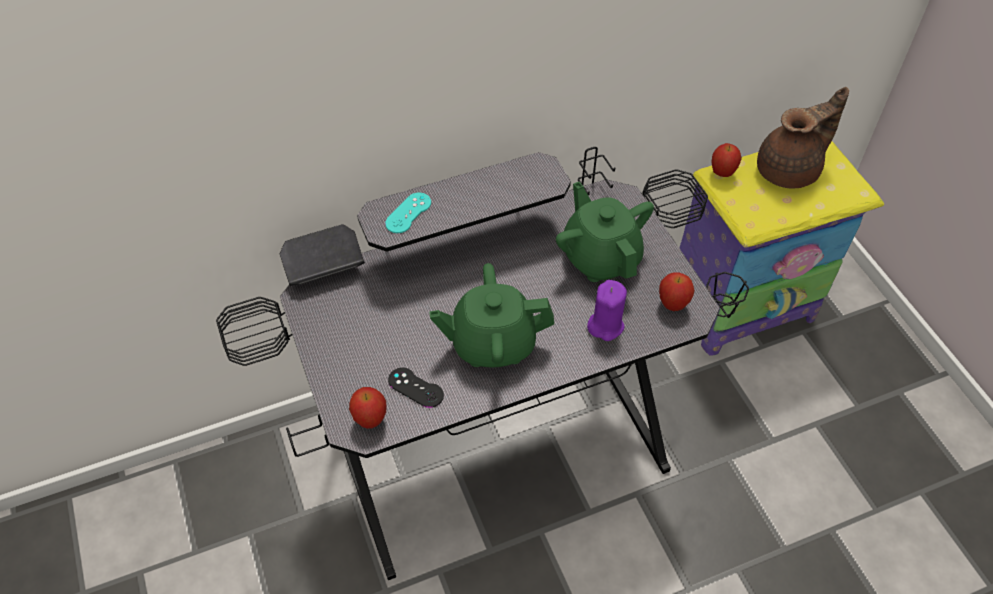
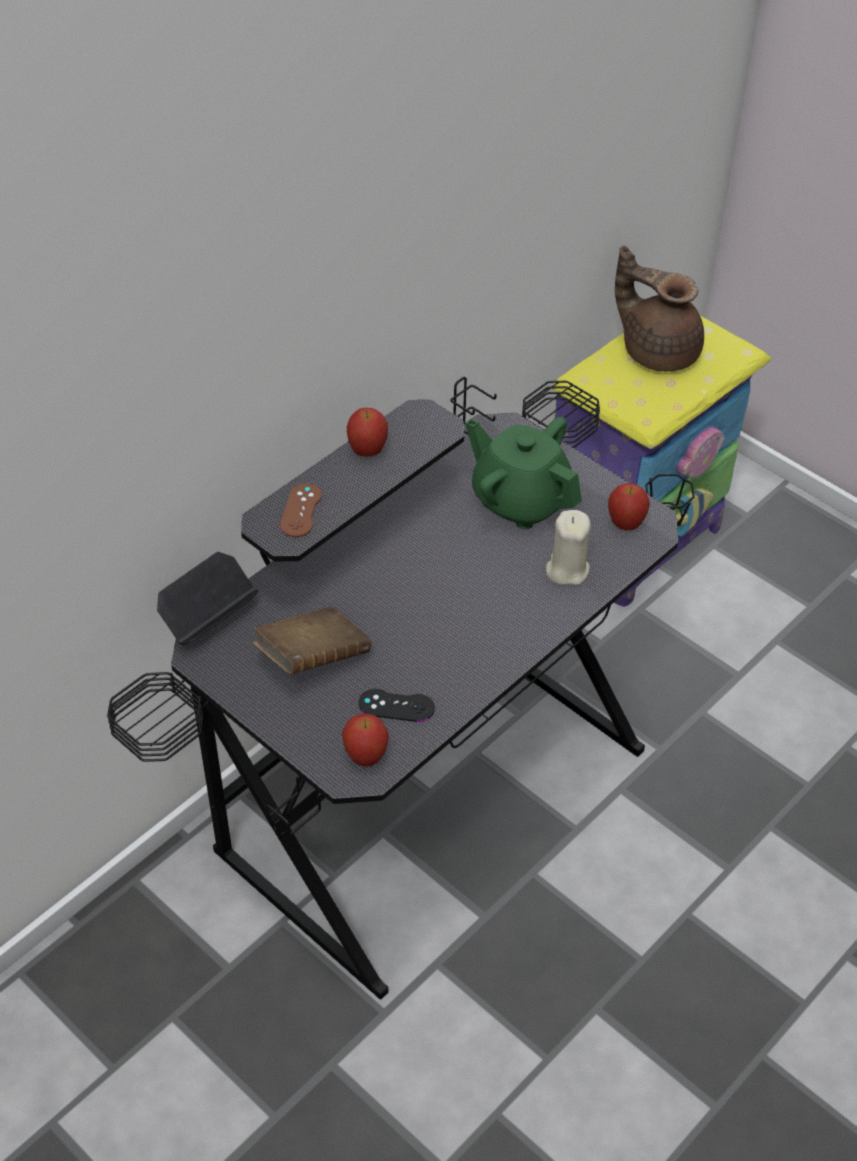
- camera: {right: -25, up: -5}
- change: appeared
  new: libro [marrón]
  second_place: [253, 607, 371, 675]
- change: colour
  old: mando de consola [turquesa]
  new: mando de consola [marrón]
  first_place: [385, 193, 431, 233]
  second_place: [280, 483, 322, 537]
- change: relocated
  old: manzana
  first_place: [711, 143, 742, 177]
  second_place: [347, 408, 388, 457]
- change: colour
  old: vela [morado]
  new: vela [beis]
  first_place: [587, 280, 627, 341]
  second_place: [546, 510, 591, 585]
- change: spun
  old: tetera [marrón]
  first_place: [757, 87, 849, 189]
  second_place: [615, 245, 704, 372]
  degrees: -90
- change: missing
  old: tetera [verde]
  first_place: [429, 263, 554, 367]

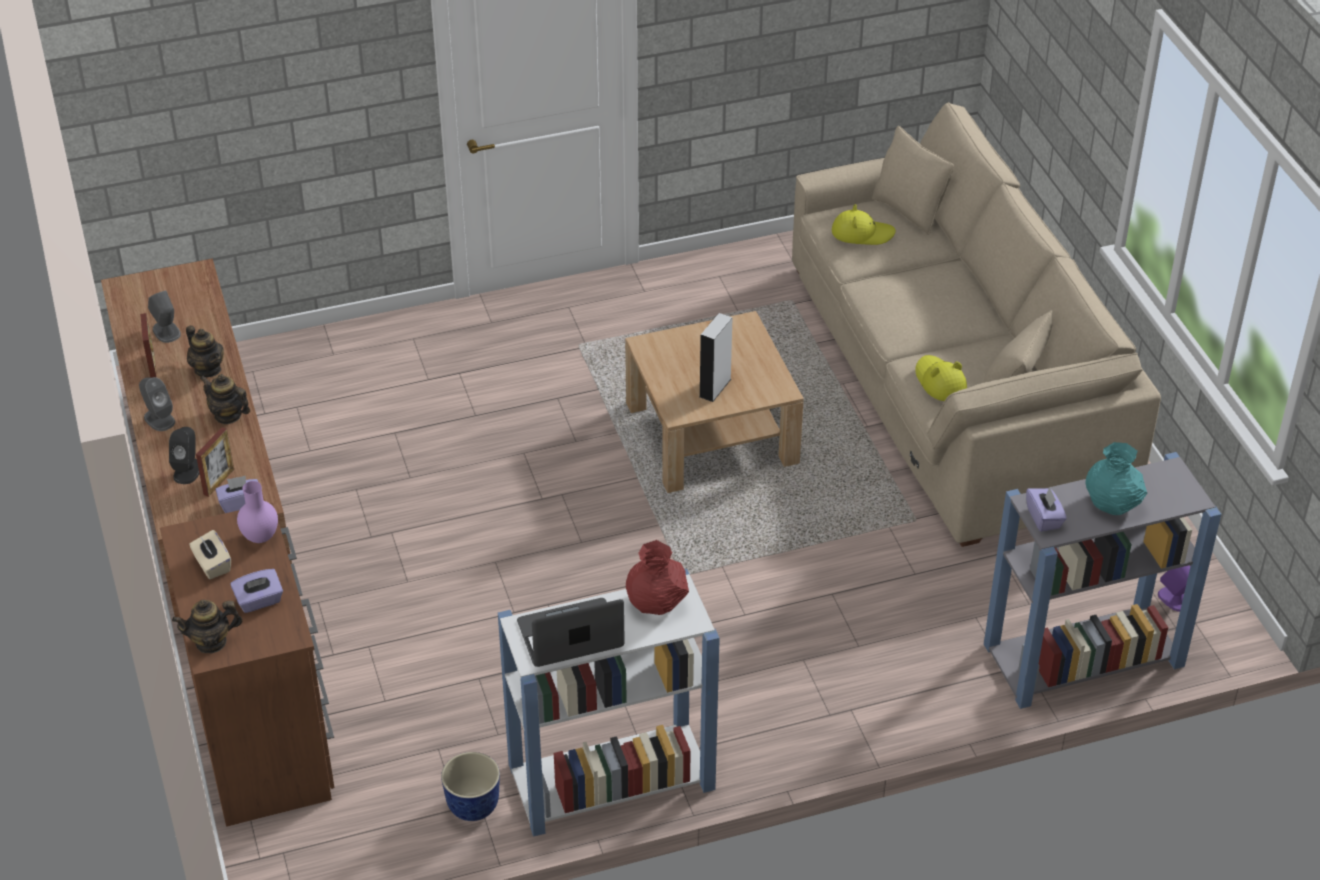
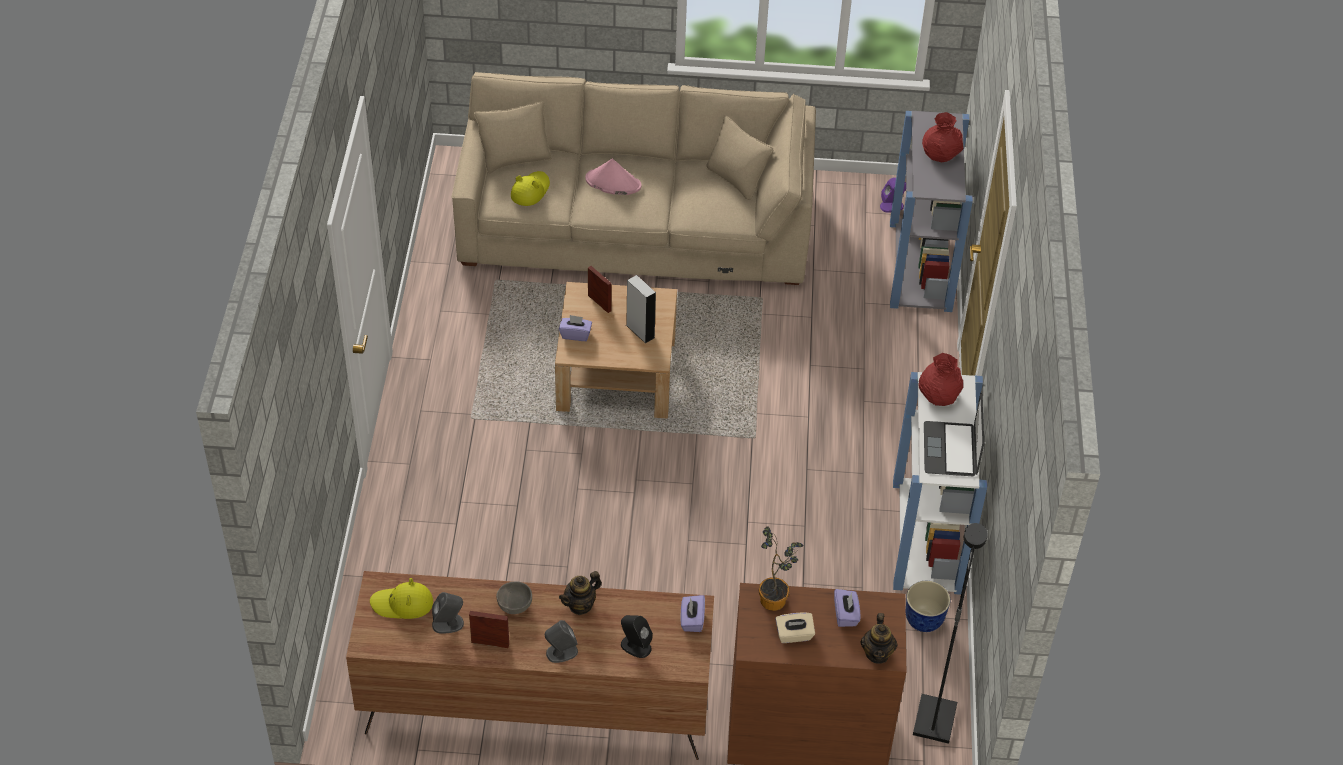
- camera: {right: -70, up: 5}
- change: relocated
  old: sombrero [amarillo]
  first_place: [915, 355, 967, 401]
  second_place: [370, 578, 433, 619]
- change: exchanged
  old: tetera
  new: cuenco [gris]
  first_place: [186, 325, 224, 377]
  second_place: [496, 582, 532, 614]
- change: relocated
  old: caja de pañuelos [morado]
  first_place: [1026, 488, 1067, 532]
  second_place: [559, 315, 592, 341]
- change: appeared
  new: sombrero [rosa]
  second_place: [585, 159, 642, 195]
- change: relocated
  old: portarretratos
  first_place: [196, 427, 234, 497]
  second_place: [588, 266, 612, 313]
- change: exchanged
  old: florero [morado]
  new: planta en maceta
  first_place: [237, 481, 278, 543]
  second_place: [759, 526, 804, 611]
- change: appeared
  new: lámpara de pie [negro]
  second_place: [913, 523, 988, 743]
- change: colour
  old: florero [turquesa]
  new: florero [rojo]
  first_place: [1086, 442, 1147, 515]
  second_place: [922, 112, 963, 162]

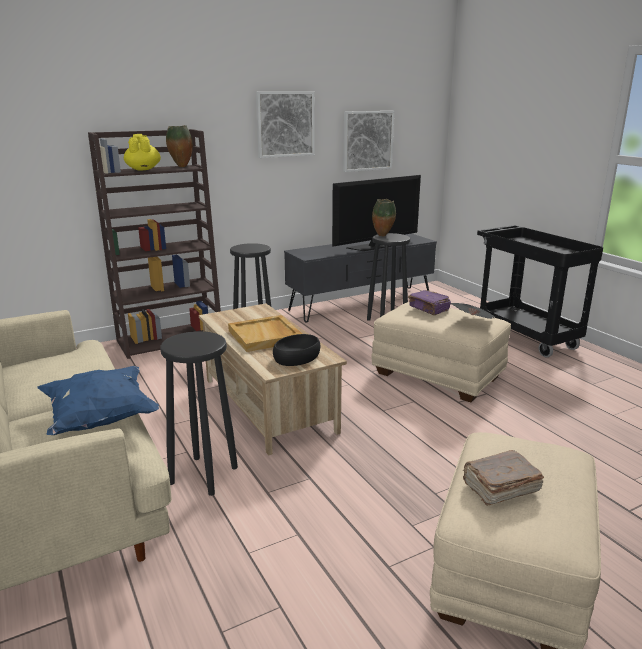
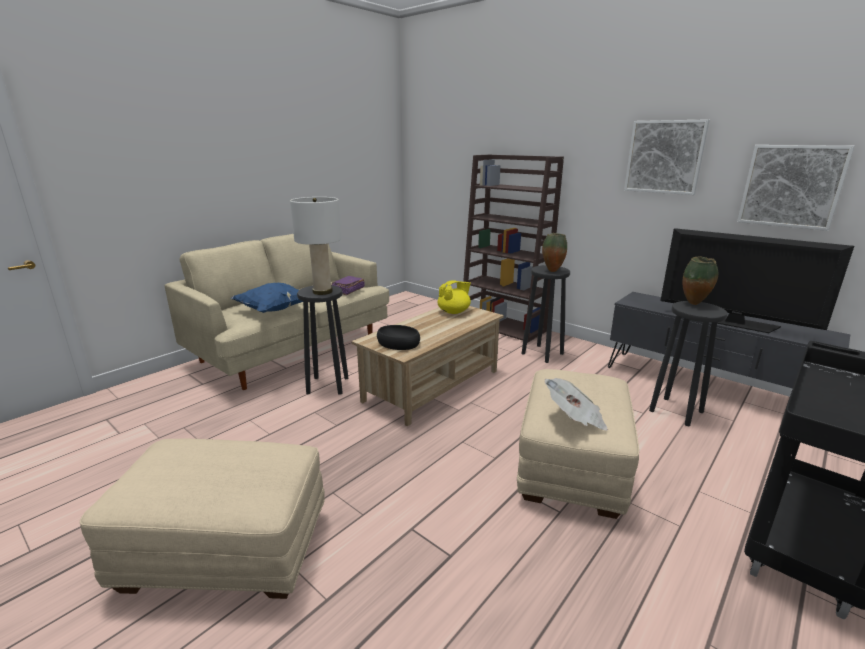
- camera: {right: 70, up: 0}
- change: appeared
  new: lámpara de mesa [blanco]
  second_place: [290, 197, 341, 295]
- change: relocated
  old: libro [morado]
  first_place: [408, 290, 451, 315]
  second_place: [331, 276, 365, 295]
- change: relocated
  old: tetera [amarillo]
  first_place: [124, 134, 161, 171]
  second_place: [438, 280, 471, 314]
- change: relocated
  old: florero
  first_place: [166, 125, 193, 167]
  second_place: [542, 233, 567, 272]
- change: missing
  old: bandeja [beis]
  first_place: [228, 315, 302, 352]
- change: missing
  old: libro [marrón]
  first_place: [463, 450, 544, 506]

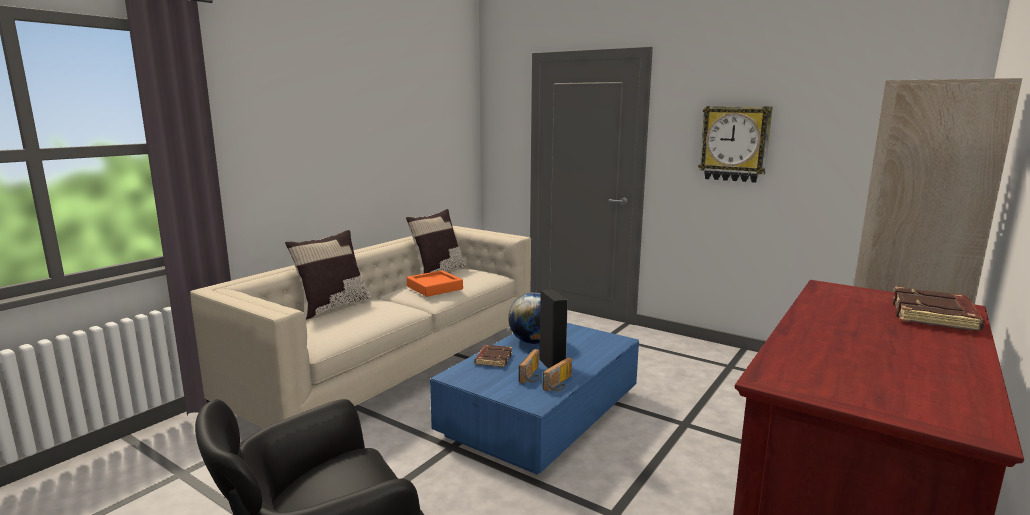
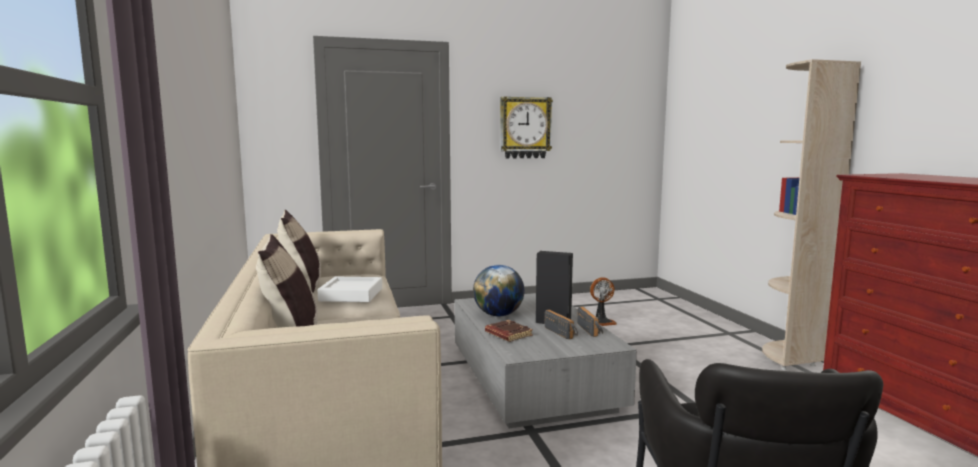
- camera: {right: -50, up: -5}
- change: colour
  old: bandeja [naranja]
  new: bandeja [blanco]
  first_place: [406, 270, 463, 297]
  second_place: [318, 276, 382, 302]
- change: colour
  old: mesa de centro [azul]
  new: mesa de centro [gris]
  first_place: [430, 323, 639, 475]
  second_place: [455, 293, 637, 428]
- change: appeared
  new: ventilador
  second_place: [590, 277, 617, 326]
- change: missing
  old: libro [marrón]
  first_place: [893, 286, 985, 331]

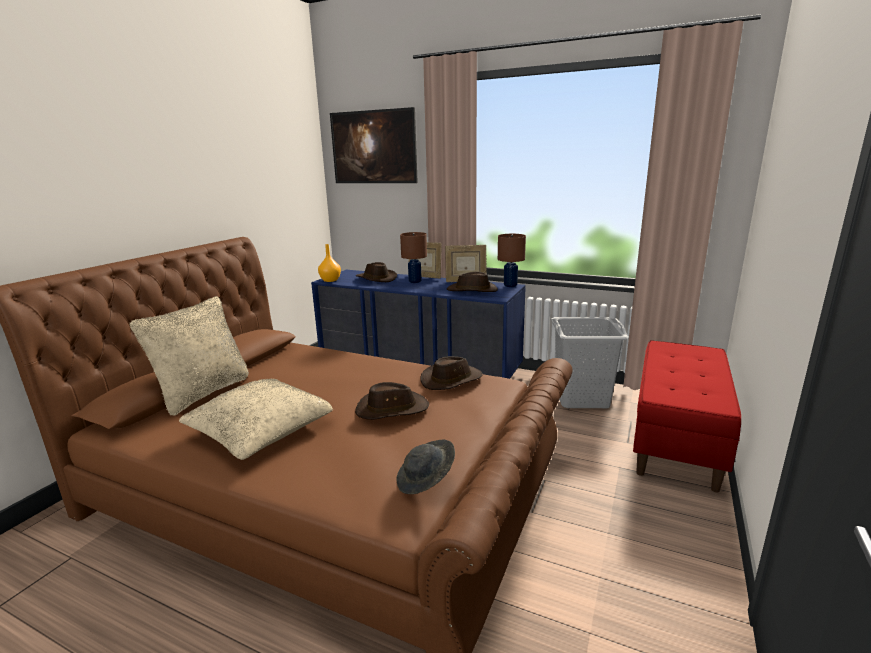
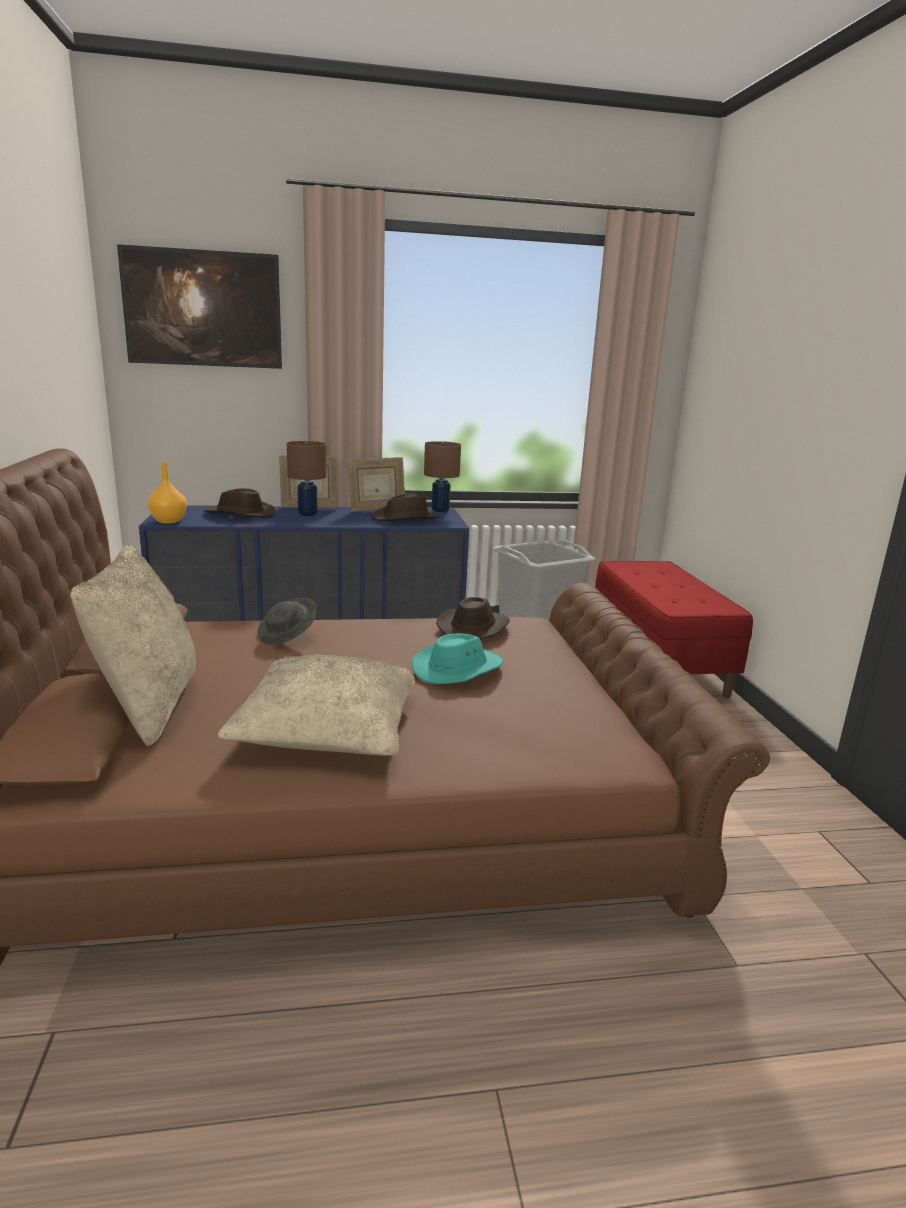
- camera: {right: -35, up: 0}
- change: relocated
  old: sombrero [gris]
  first_place: [396, 440, 455, 494]
  second_place: [257, 598, 316, 645]
- change: colour
  old: sombrero [marrón]
  new: sombrero [turquesa]
  first_place: [355, 382, 429, 420]
  second_place: [412, 633, 503, 684]

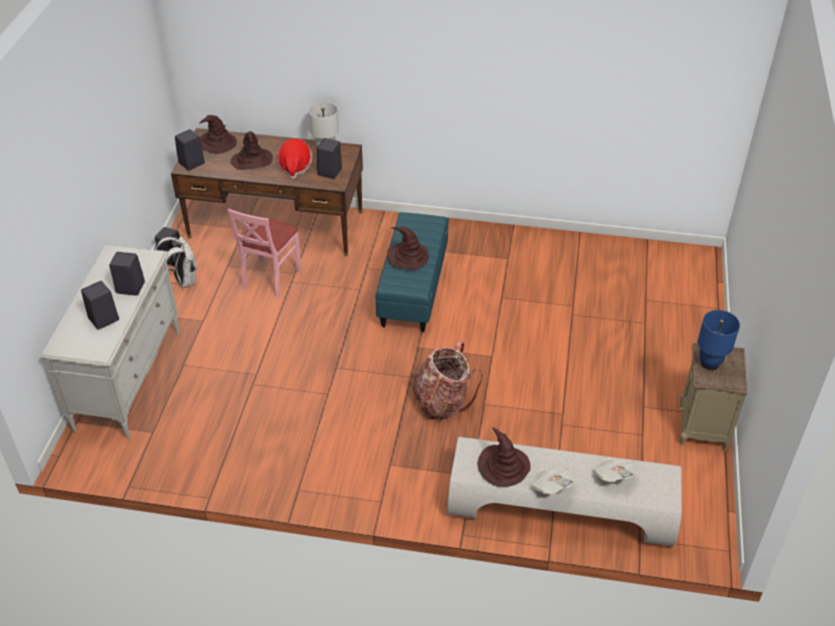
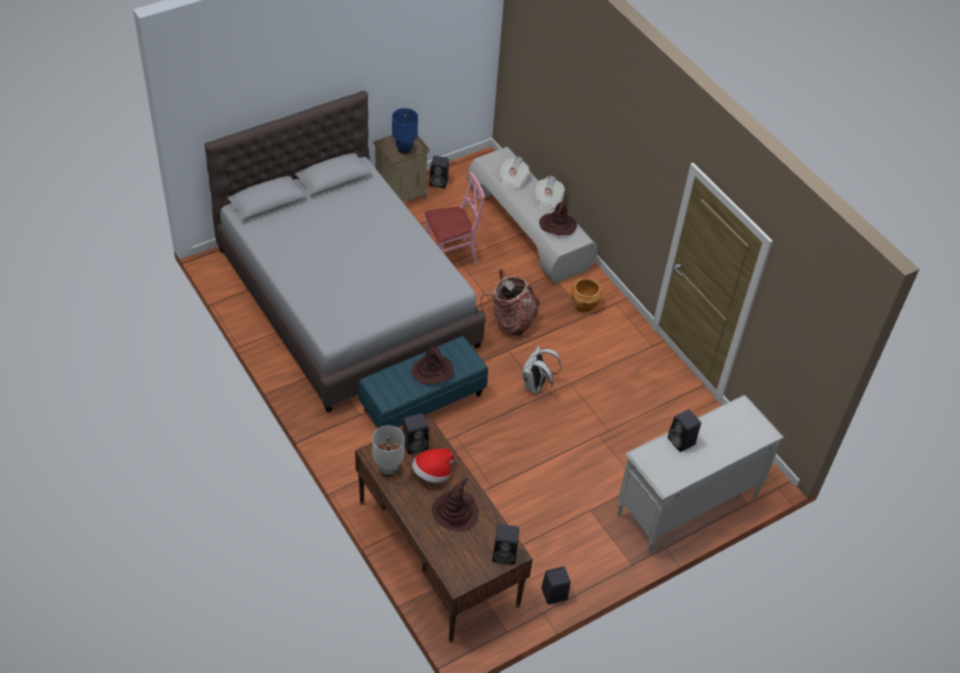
- camera: {right: -135, up: 5}
- change: appeared
  new: cama [gris]
  second_place: [204, 91, 486, 413]
- change: relocated
  old: silla [rosa]
  first_place: [228, 209, 301, 299]
  second_place: [425, 172, 485, 263]
- change: relocated
  old: altavoz [negro]
  first_place: [81, 281, 119, 330]
  second_place: [429, 156, 449, 189]
- change: relocated
  old: mochila [blanco]
  first_place: [156, 236, 197, 288]
  second_place: [522, 346, 561, 393]
- change: appeared
  new: maceta [marrón]
  second_place: [571, 278, 602, 312]
- change: missing
  old: sombrero [marrón]
  first_place: [199, 115, 237, 154]

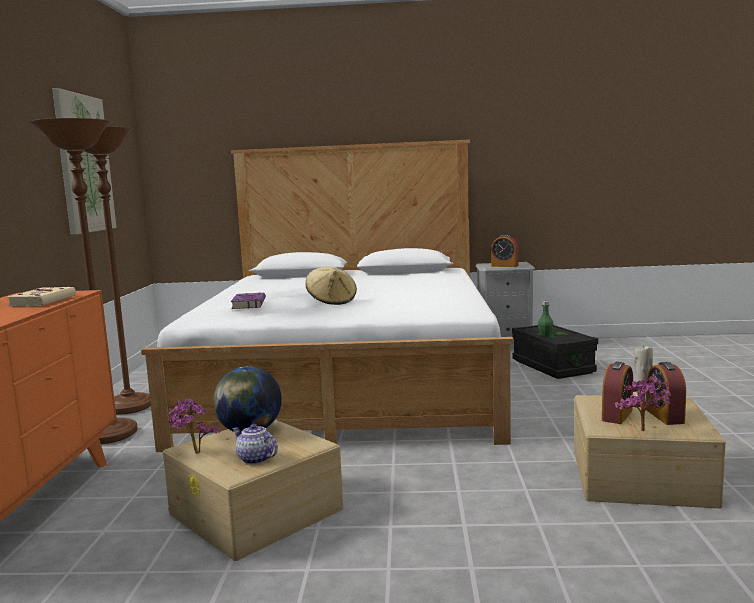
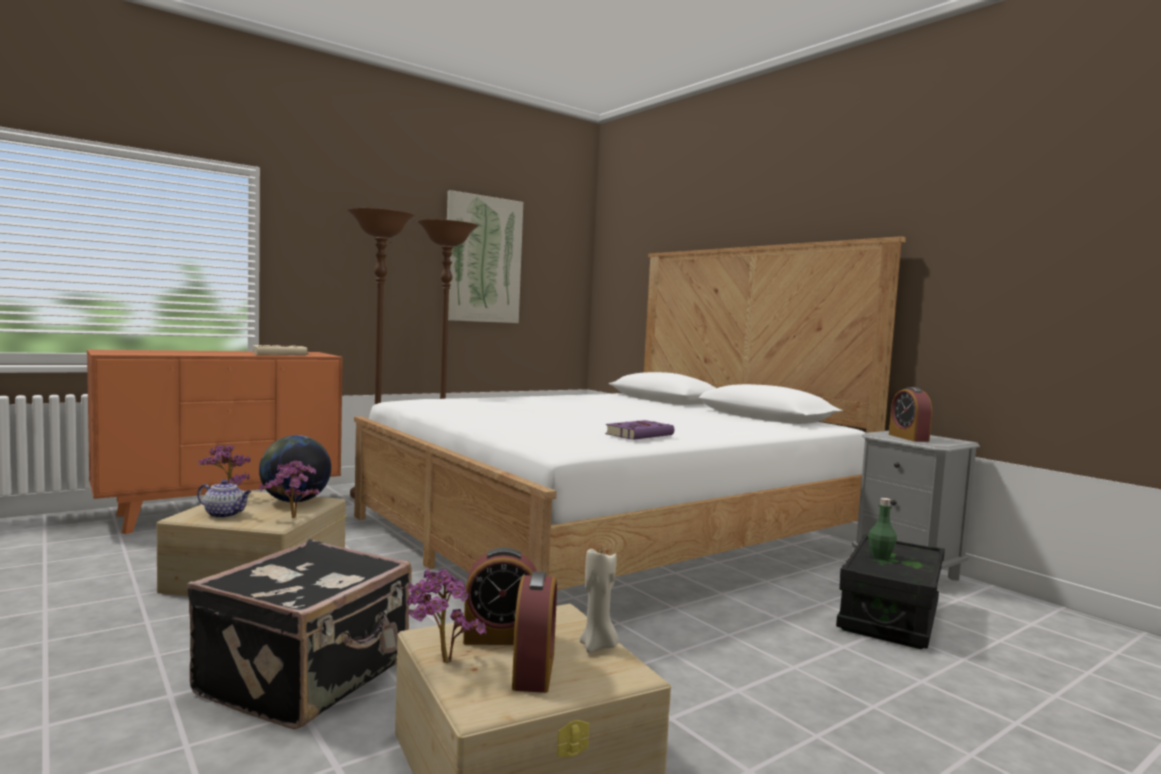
- camera: {right: 50, up: -5}
- change: appeared
  new: maleta [negro]
  second_place: [187, 539, 412, 729]
- change: spun
  old: tetera
  first_place: [232, 424, 278, 465]
  second_place: [197, 479, 252, 518]
  degrees: 105
- change: appeared
  new: planta en maceta
  second_place: [259, 460, 319, 518]
- change: spun
  old: despertador
  first_place: [646, 362, 686, 425]
  second_place: [512, 571, 557, 693]
  degrees: 135
- change: relocated
  old: libro [morado]
  first_place: [231, 292, 266, 309]
  second_place: [605, 420, 674, 440]
- change: missing
  old: sombrero [beis]
  first_place: [306, 267, 357, 305]

